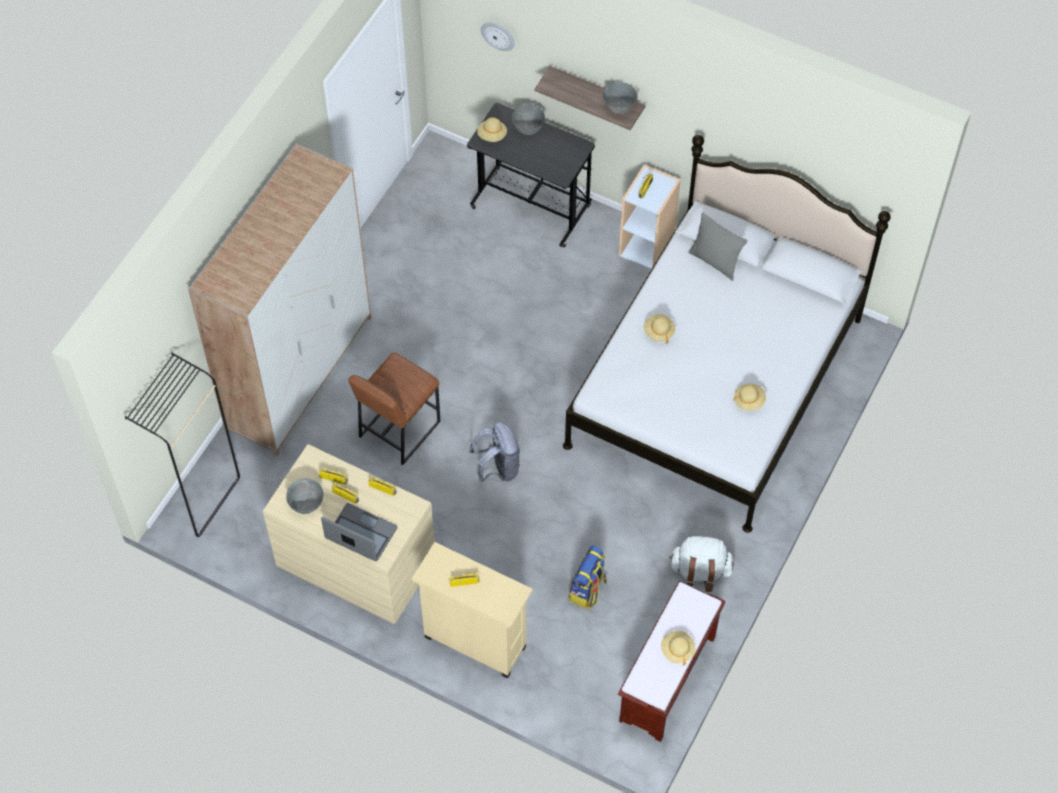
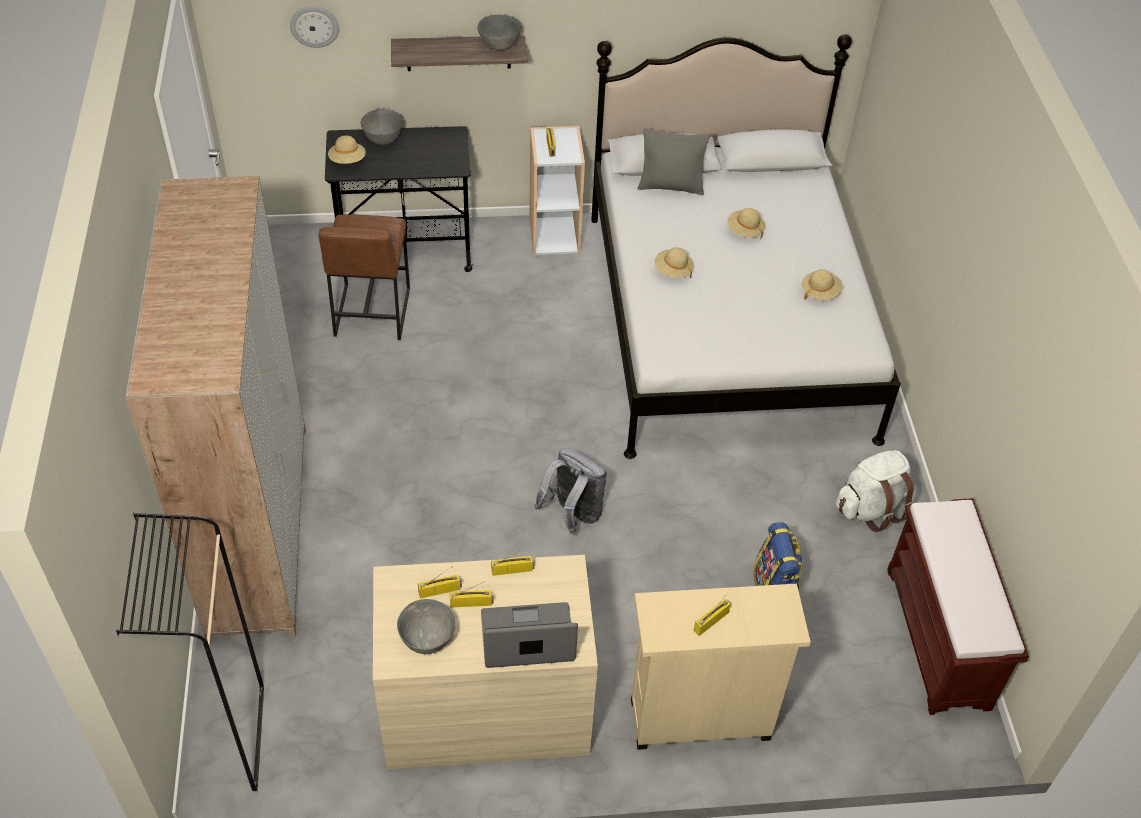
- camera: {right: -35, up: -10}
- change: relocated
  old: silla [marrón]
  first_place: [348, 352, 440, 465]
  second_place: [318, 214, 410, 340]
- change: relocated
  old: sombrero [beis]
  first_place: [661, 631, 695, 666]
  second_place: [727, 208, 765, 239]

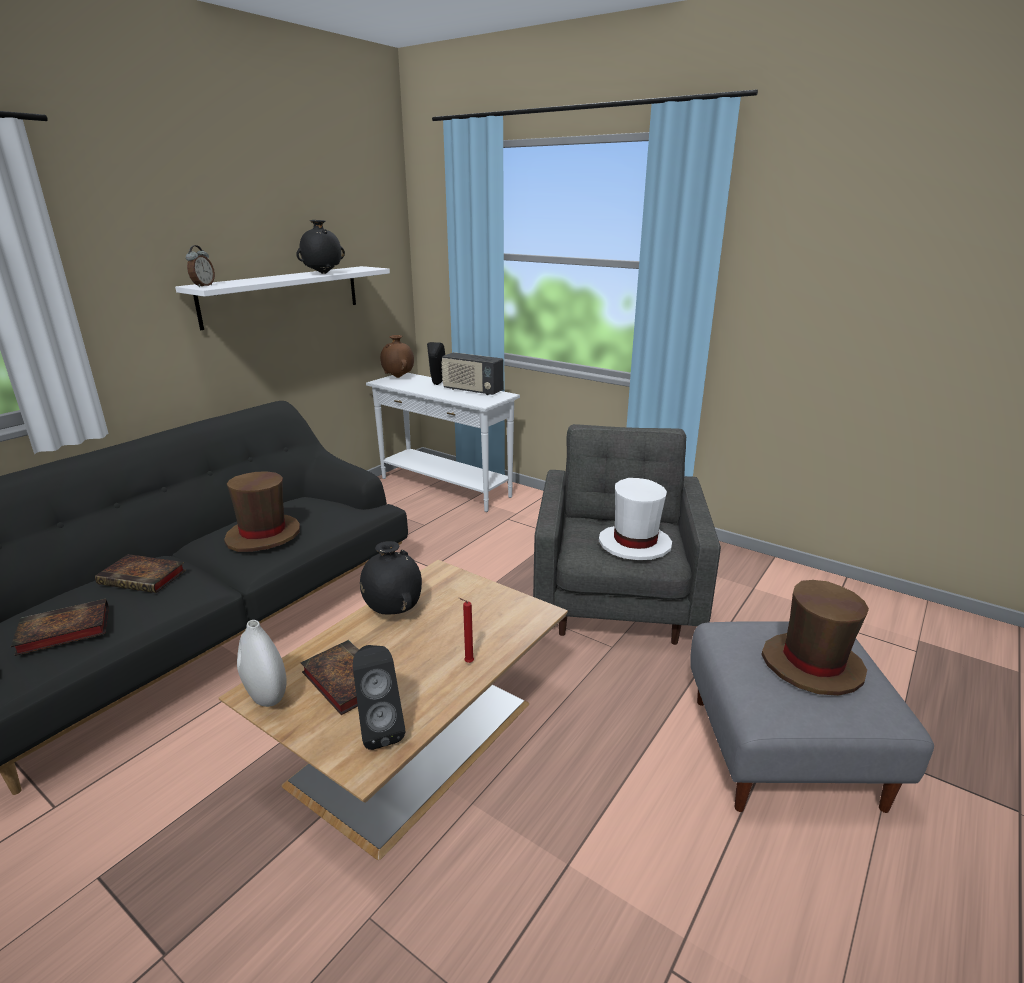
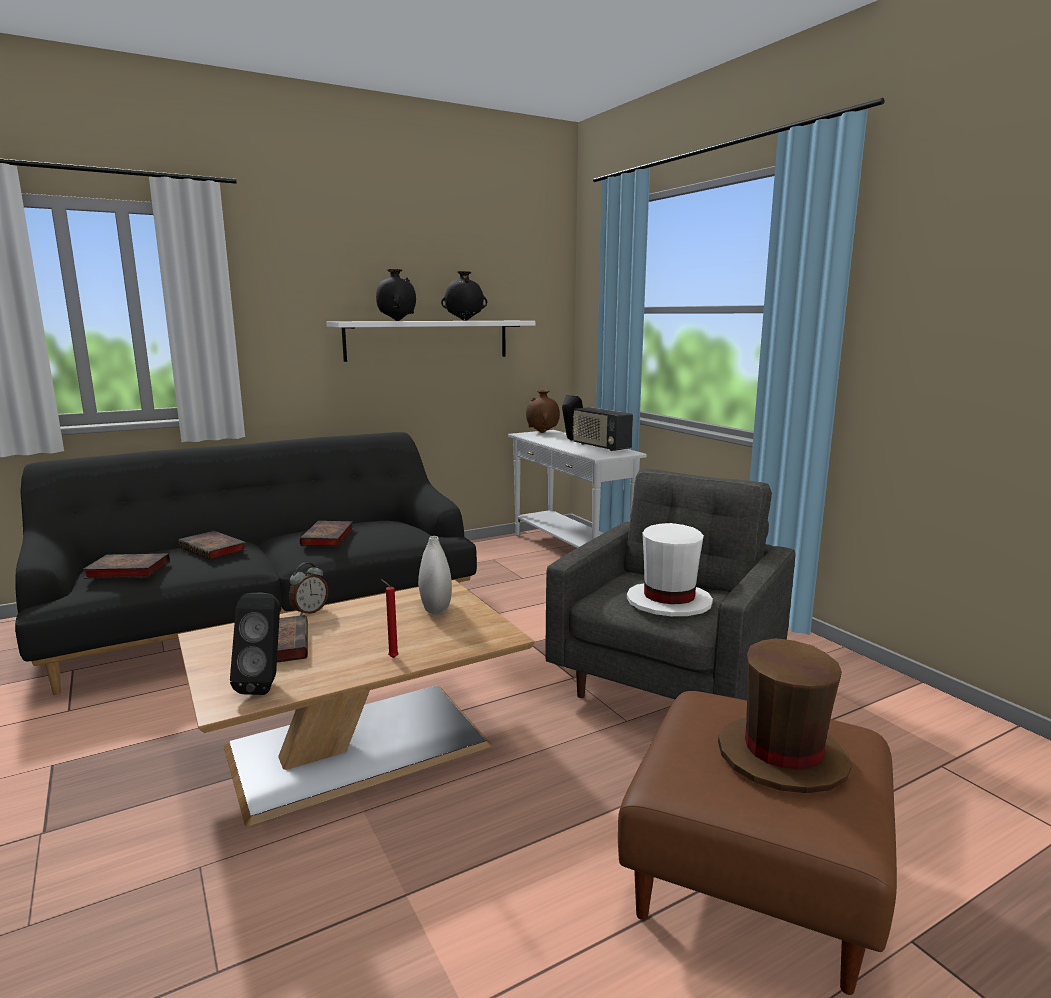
- camera: {right: 25, up: -10}
- change: relocated
  old: despertador
  first_place: [186, 245, 215, 287]
  second_place: [289, 562, 328, 616]
- change: exchanged
  old: sombrero [marrón]
  new: libro
  first_place: [224, 471, 300, 552]
  second_place: [300, 521, 353, 547]
- change: relocated
  old: florero [negro]
  first_place: [360, 541, 422, 614]
  second_place: [376, 269, 416, 321]
- change: relocated
  old: florero [blanco]
  first_place: [237, 620, 287, 707]
  second_place: [418, 536, 452, 614]
- change: colour
  old: puf [gris]
  new: puf [marrón]
  first_place: [690, 621, 934, 813]
  second_place: [618, 691, 897, 995]

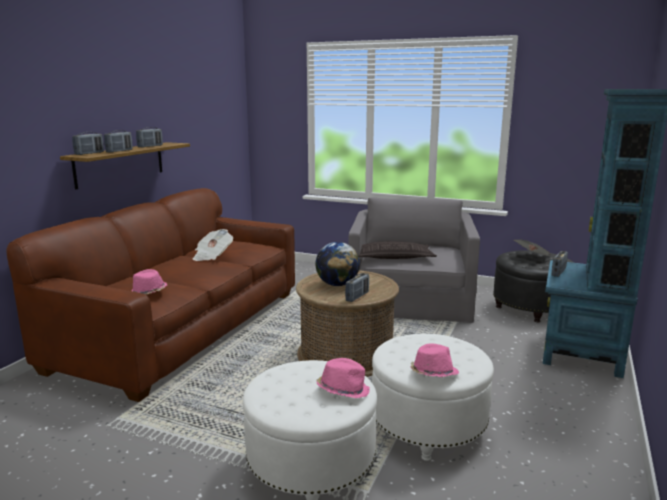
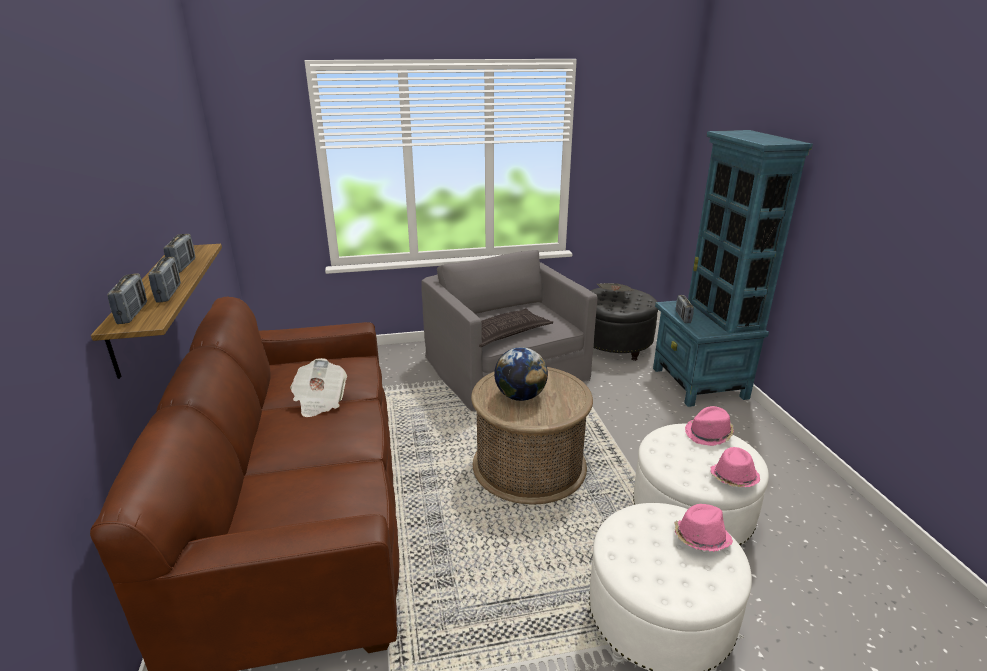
- camera: {right: -35, up: 10}
- change: relocated
  old: sombrero [rosa]
  first_place: [131, 269, 167, 295]
  second_place: [685, 406, 734, 446]
- change: missing
  old: radio
  first_place: [345, 273, 369, 302]

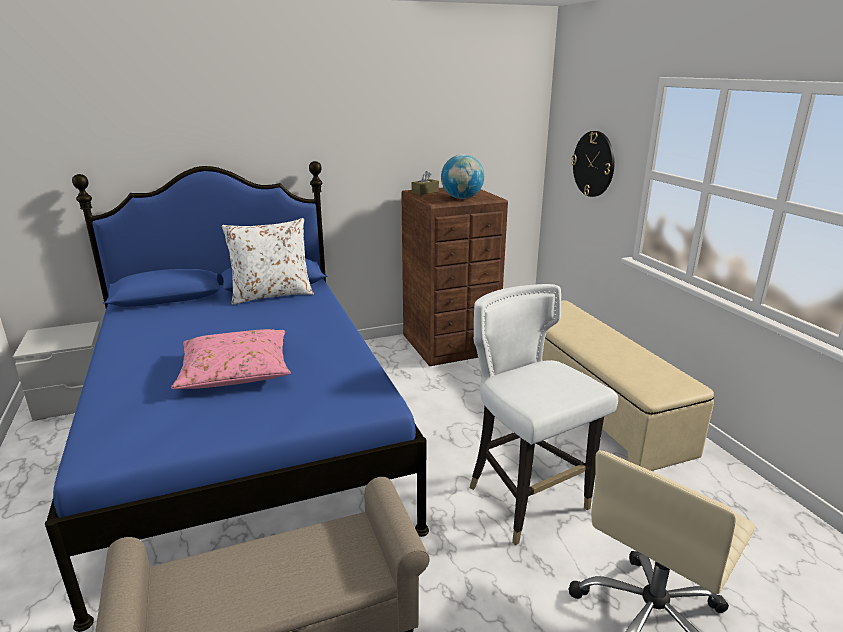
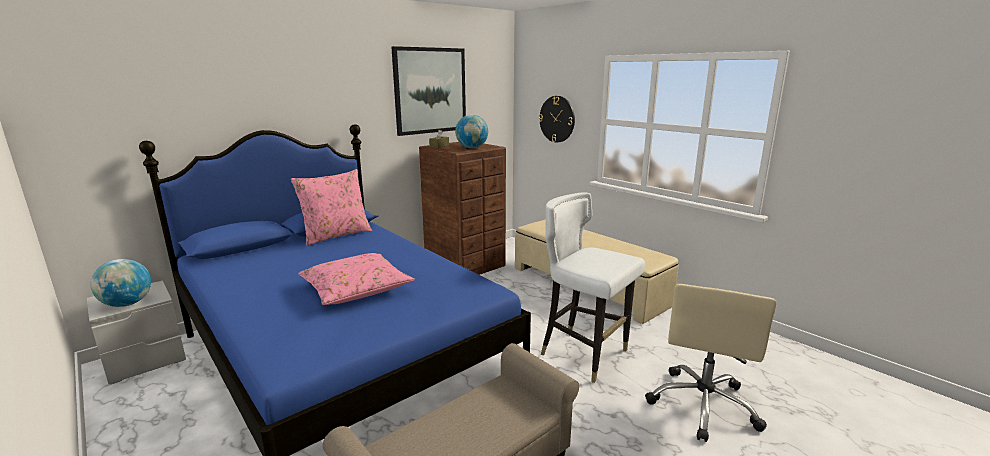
- camera: {right: -20, up: -5}
- change: appeared
  new: globo terráqueo
  second_place: [91, 259, 151, 307]
- change: colour
  old: cojín [blanco]
  new: cojín [rosa]
  first_place: [222, 218, 314, 305]
  second_place: [291, 169, 372, 246]
- change: appeared
  new: cuadro
  second_place: [391, 46, 466, 136]

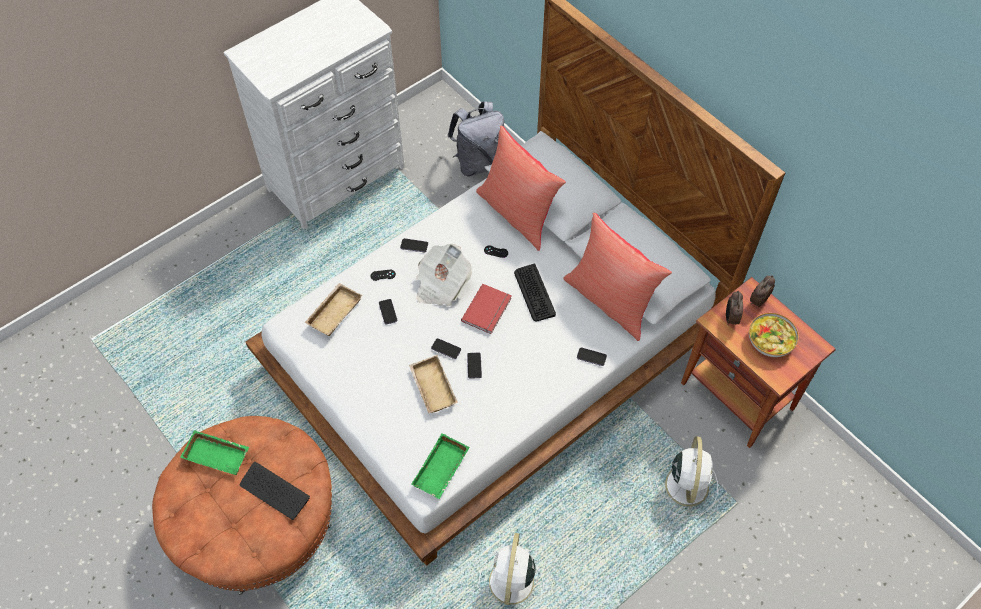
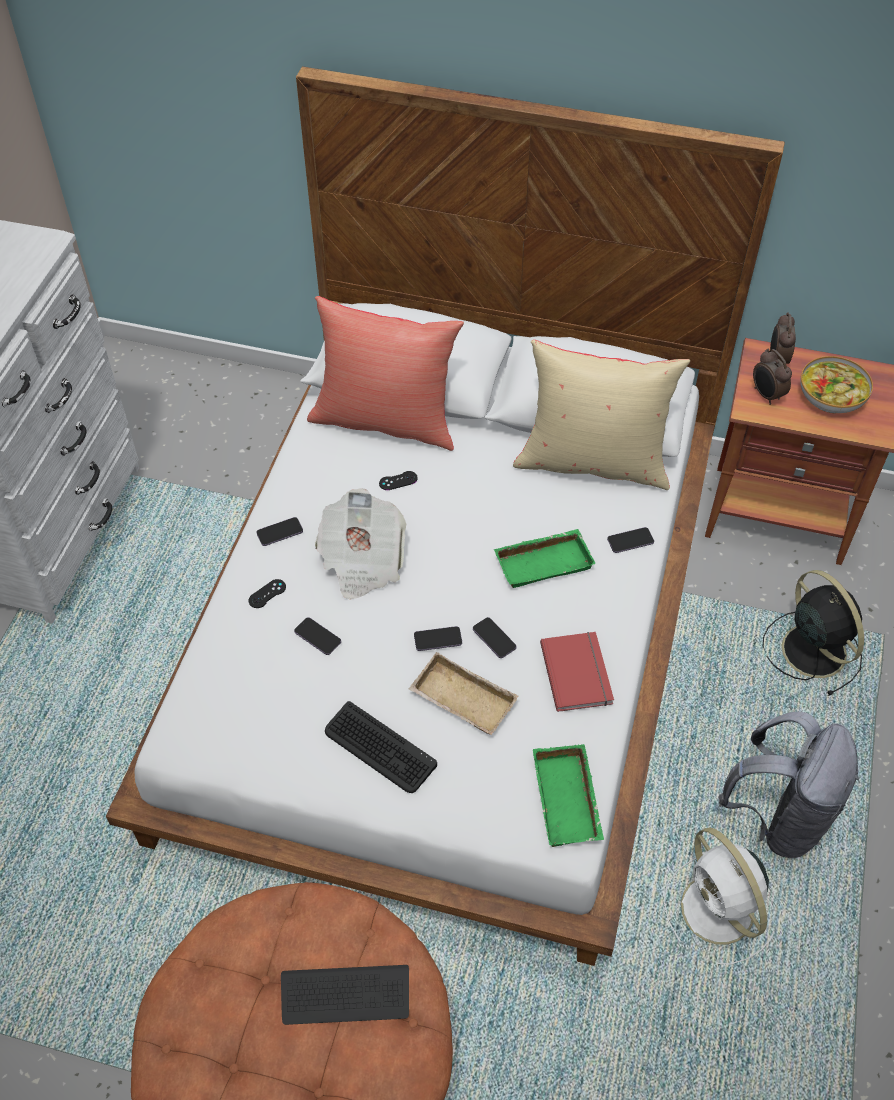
- camera: {right: -35, up: -5}
- change: relocated
  old: teclado
  first_place: [514, 264, 556, 322]
  second_place: [325, 701, 437, 793]
- change: relocated
  old: bandeja [verde]
  first_place: [180, 430, 249, 475]
  second_place: [494, 529, 596, 588]
- change: colour
  old: cojín [rojo]
  new: cojín [beis]
  first_place: [564, 213, 672, 341]
  second_place: [513, 340, 690, 490]
- change: relocated
  old: libro [rojo]
  first_place: [461, 284, 512, 334]
  second_place: [540, 632, 614, 712]
- change: relocated
  old: mochila [gris]
  first_place: [448, 101, 504, 176]
  second_place: [718, 712, 859, 858]
- change: colour
  old: ventilador [blanco]
  new: ventilador [negro]
  first_place: [655, 436, 718, 516]
  second_place: [763, 570, 864, 696]
- change: missing
  old: bandeja [beis]
  first_place: [305, 283, 362, 336]

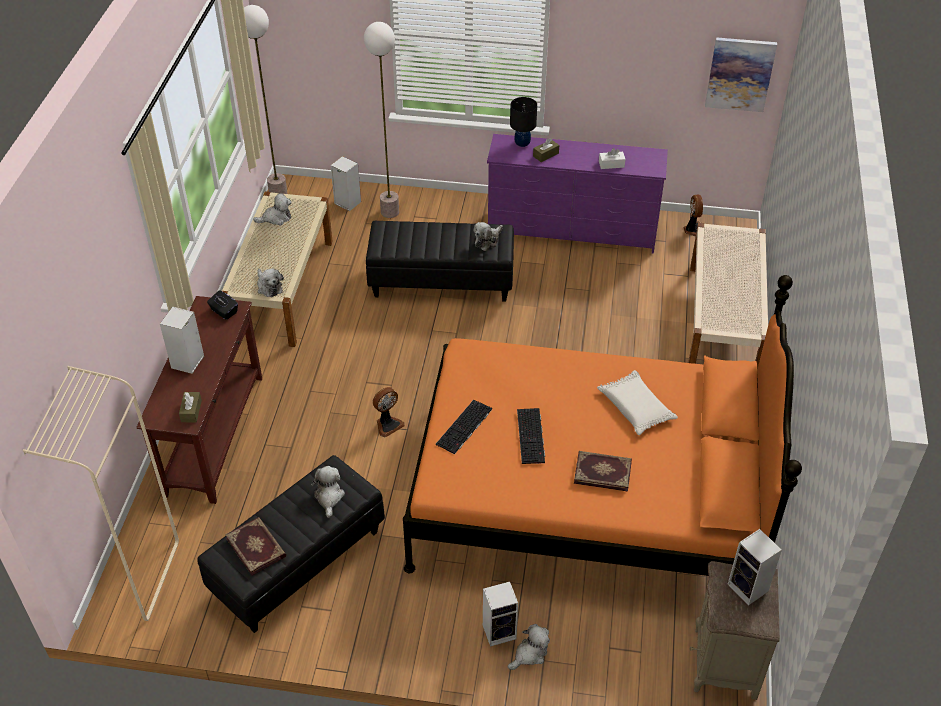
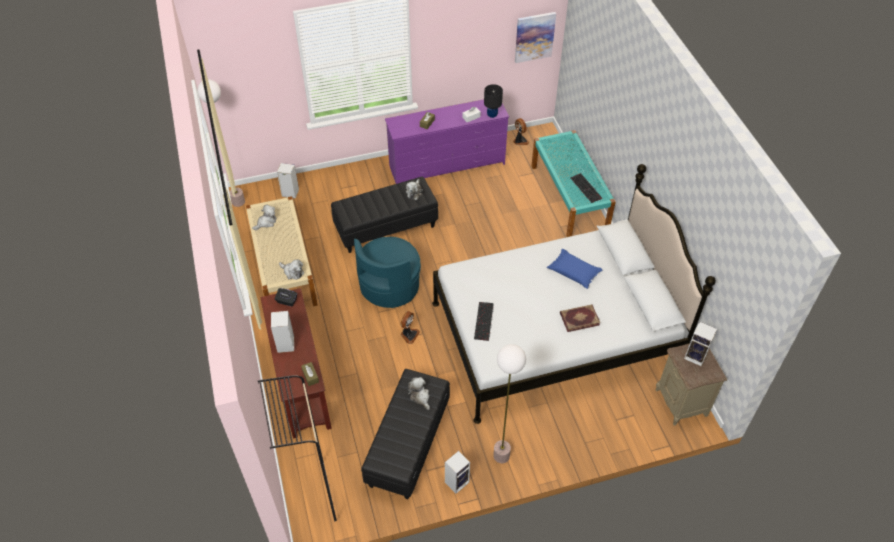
- camera: {right: -25, up: 5}
- change: colour
  old: perchero [beis]
  new: perchero [negro]
  first_place: [23, 366, 179, 621]
  second_place: [257, 375, 337, 522]
- change: appeared
  new: sillón [turquesa]
  second_place: [354, 237, 421, 308]
- change: colour
  old: cama [naranja]
  new: cama [blanco]
  first_place: [403, 275, 802, 576]
  second_place: [432, 164, 716, 424]
- change: relocated
  old: altavoz
  first_place: [483, 582, 518, 647]
  second_place: [445, 451, 470, 494]
- change: relocated
  old: lámpara de mesa [negro]
  first_place: [510, 97, 537, 147]
  second_place: [484, 84, 503, 118]
- change: relocated
  old: lámpara de pie
  first_place: [364, 22, 399, 218]
  second_place: [493, 344, 526, 463]
- change: colour
  old: banco [beis]
  new: banco [turquesa]
  first_place: [688, 223, 768, 378]
  second_place: [531, 130, 616, 237]
- change: colour
  old: cojín [blanco]
  new: cojín [azul]
  first_place: [597, 370, 678, 435]
  second_place: [547, 249, 603, 289]
- change: relocated
  old: teclado
  first_place: [517, 408, 545, 464]
  second_place: [570, 173, 602, 203]
- change: missing
  old: libro
  first_place: [225, 517, 286, 576]
- change: missing
  old: peluche
  first_place: [508, 624, 550, 670]

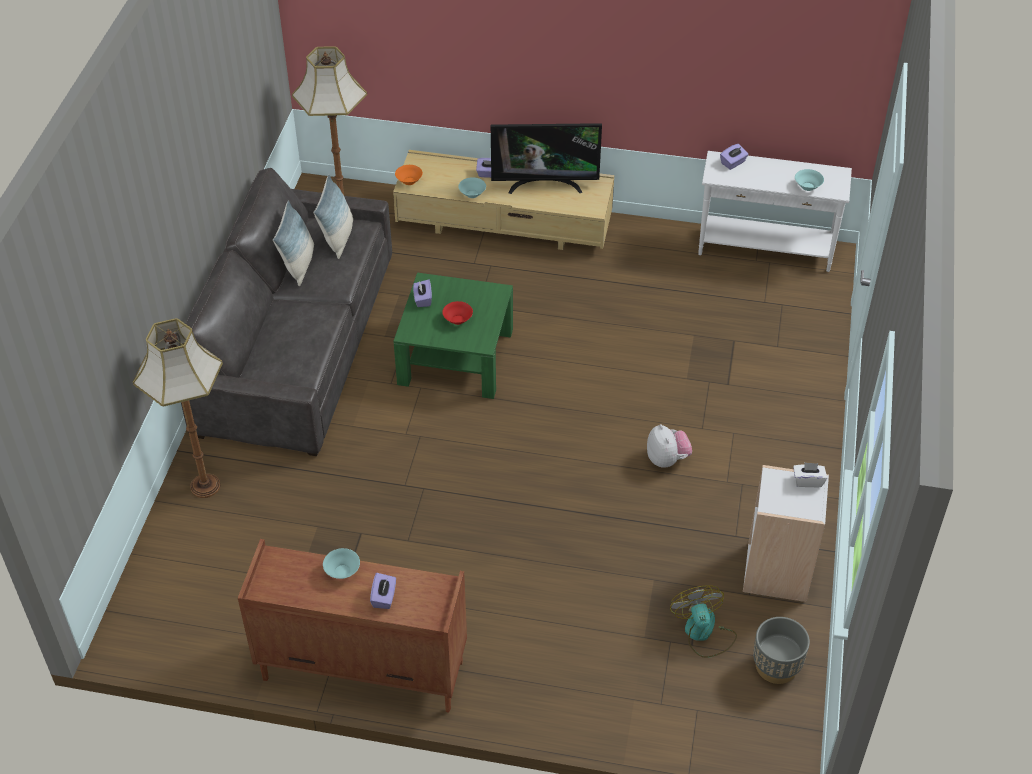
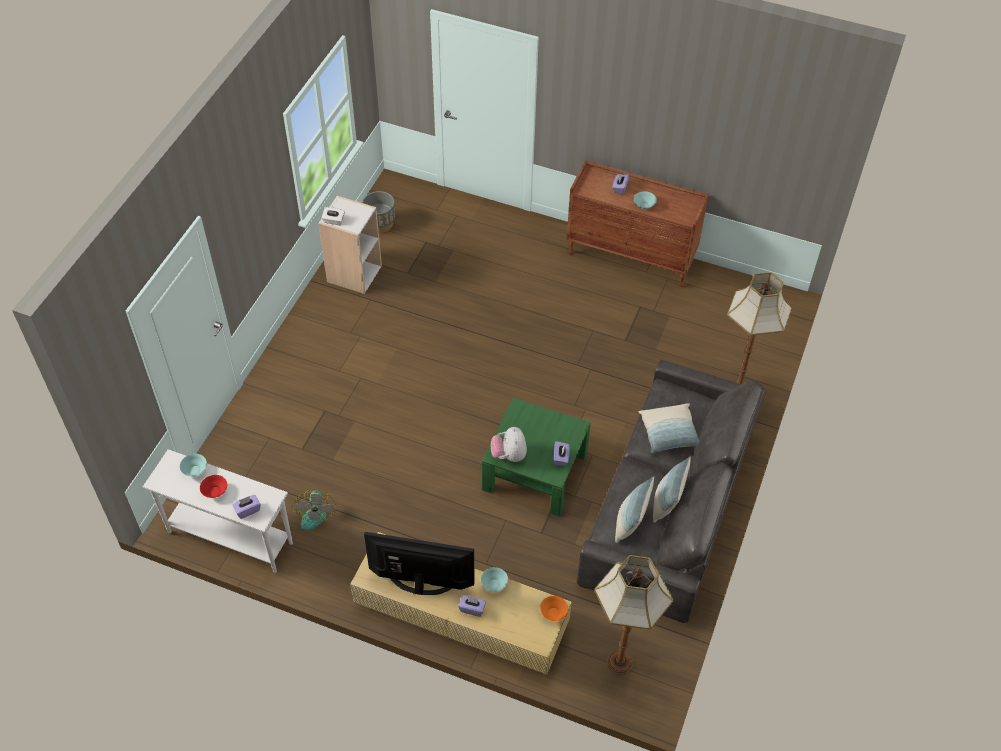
- camera: {right: -170, up: 5}
- change: relocated
  old: cuenco [rojo]
  first_place: [442, 301, 473, 325]
  second_place: [200, 475, 227, 498]
- change: relocated
  old: ventilador
  first_place: [670, 585, 737, 658]
  second_place: [291, 490, 336, 530]
- change: relocated
  old: peluche
  first_place: [647, 424, 692, 468]
  second_place: [491, 427, 527, 462]
- change: appeared
  new: cojín
  second_place: [639, 403, 700, 453]

